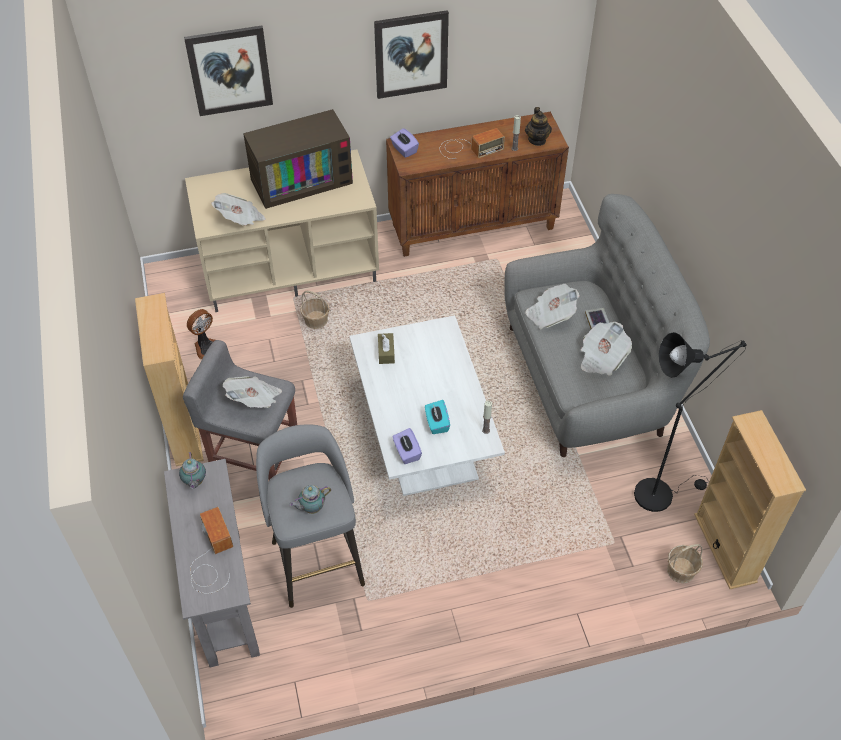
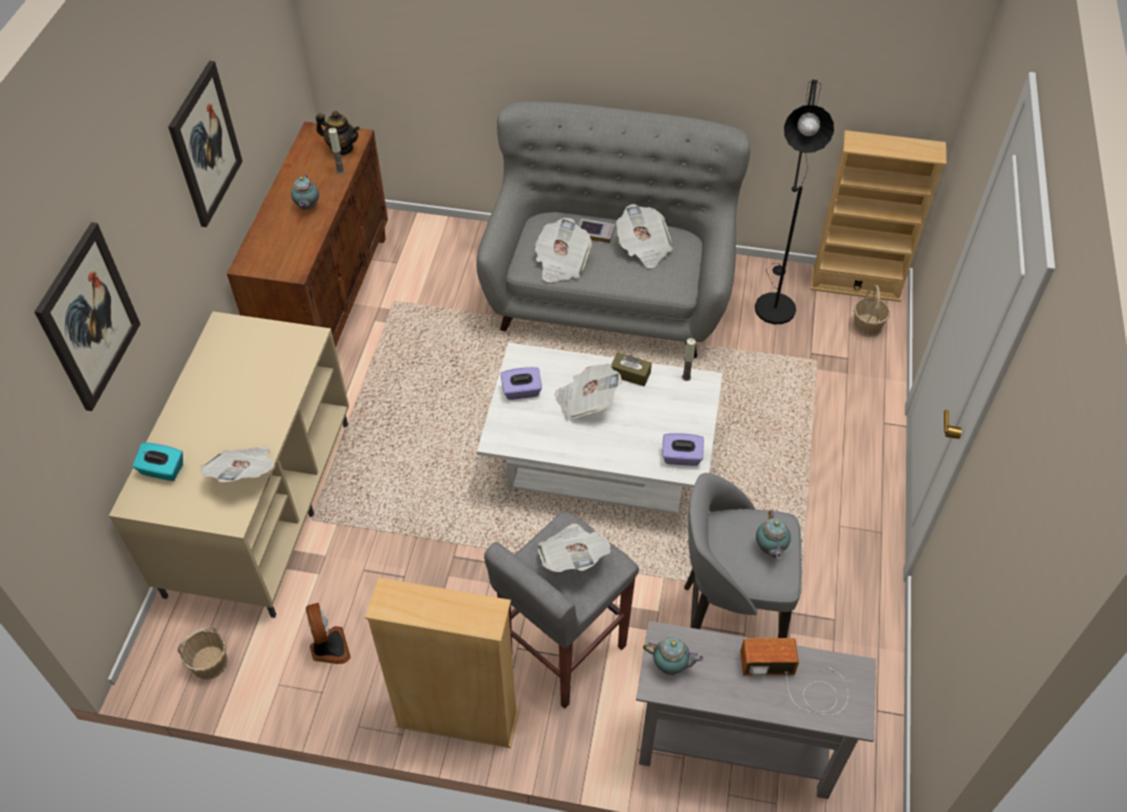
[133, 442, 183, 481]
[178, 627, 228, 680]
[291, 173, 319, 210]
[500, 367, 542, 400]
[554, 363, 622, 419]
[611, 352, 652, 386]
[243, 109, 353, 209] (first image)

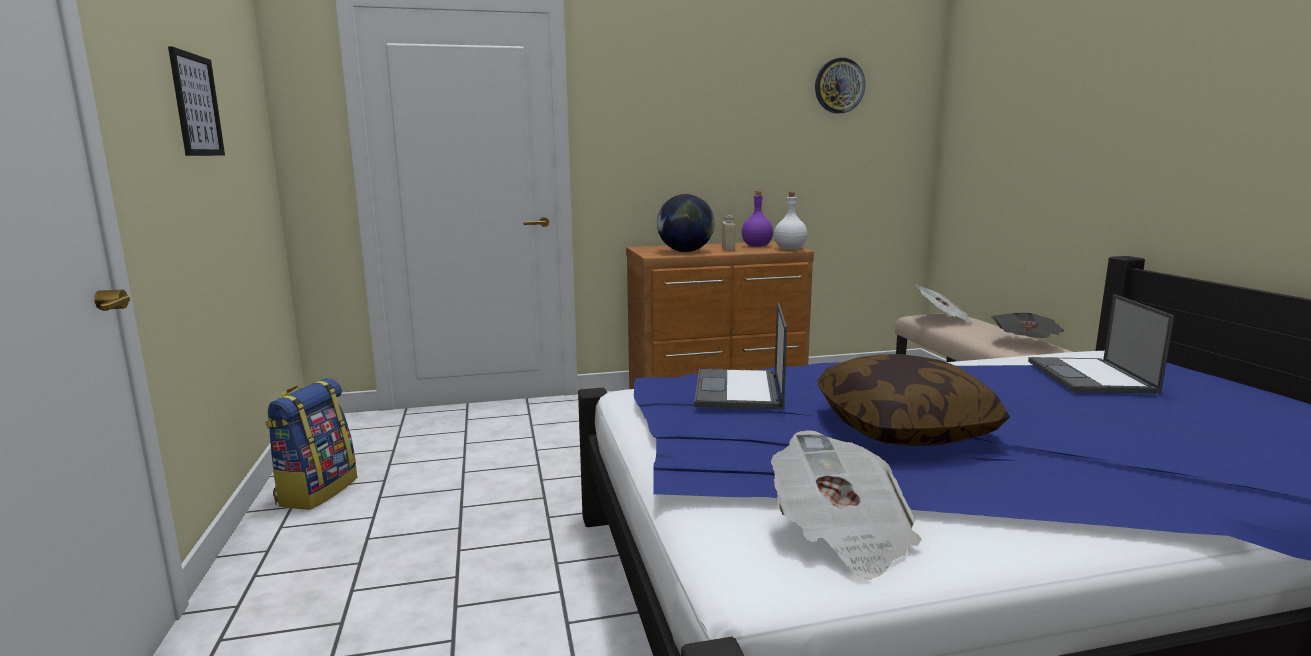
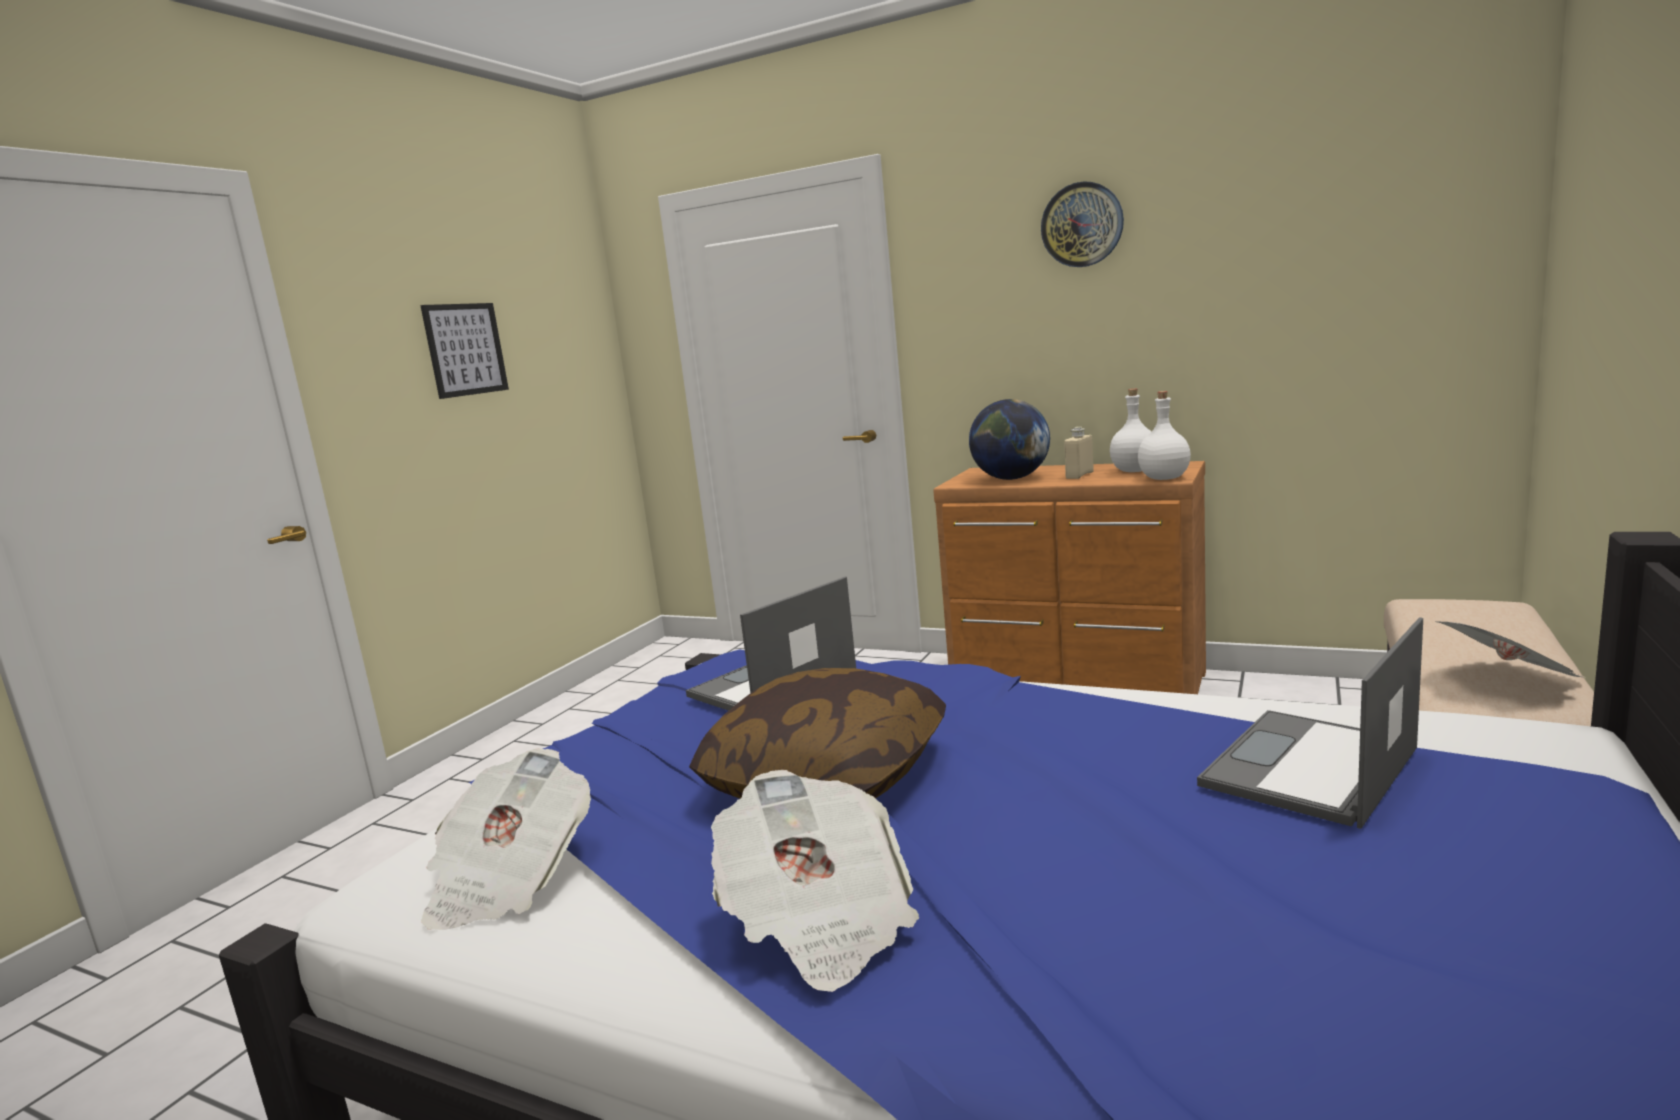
[711, 770, 919, 992]
[1041, 181, 1124, 267]
[1110, 389, 1152, 472]
[265, 378, 357, 510] (first image)

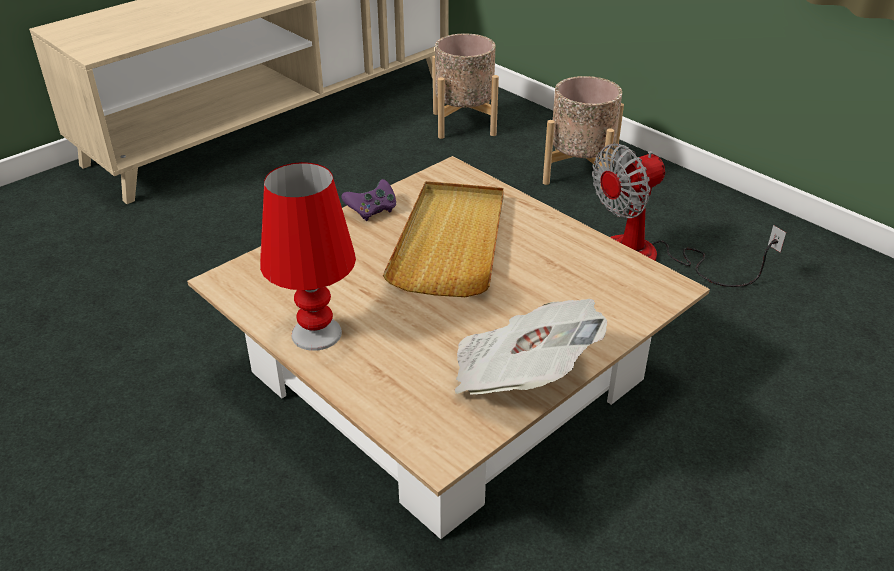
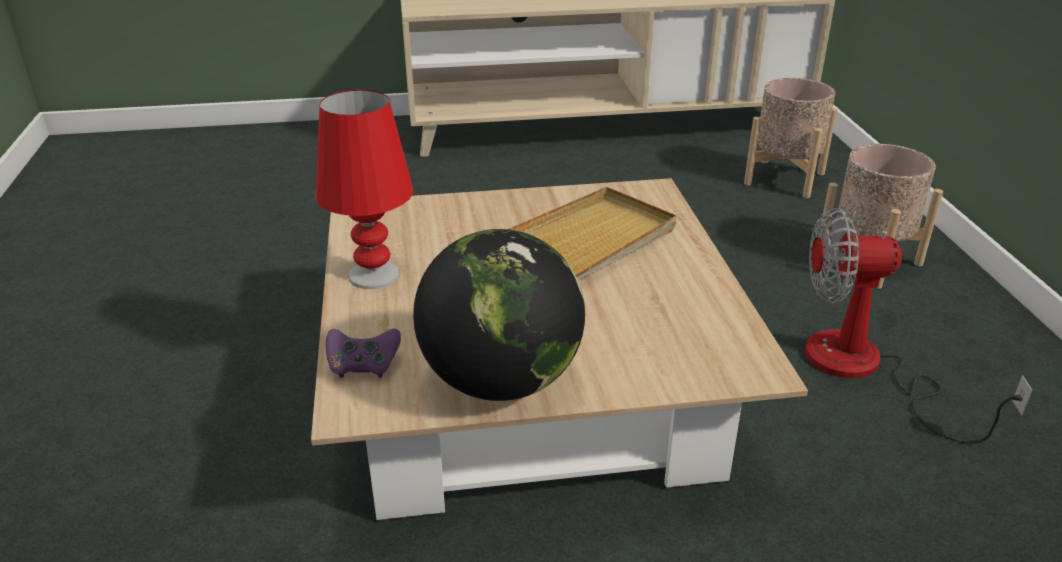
[326, 328, 401, 378]
[413, 229, 585, 401]

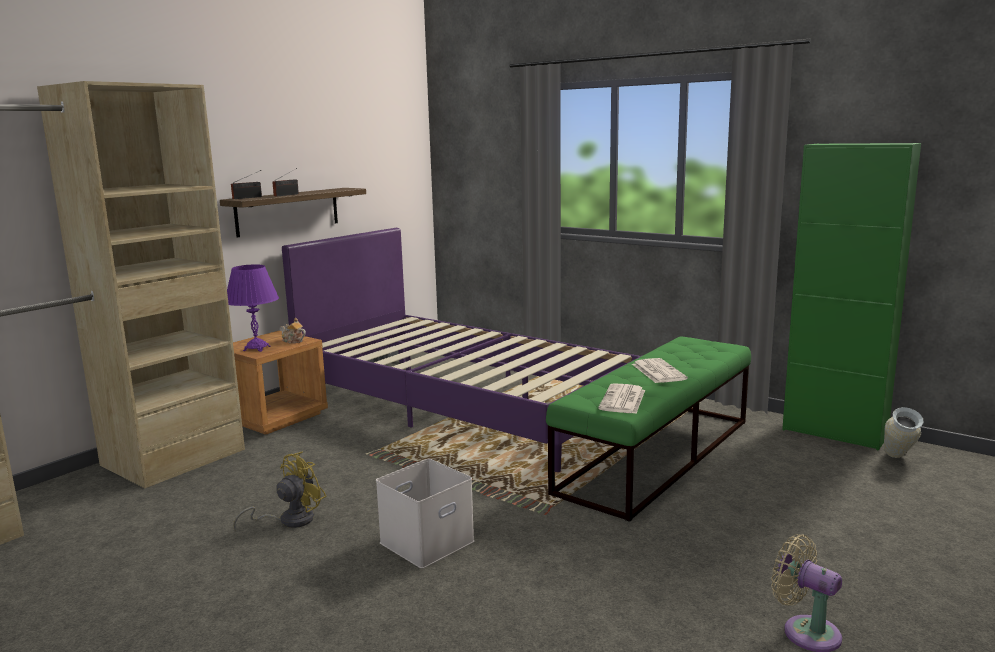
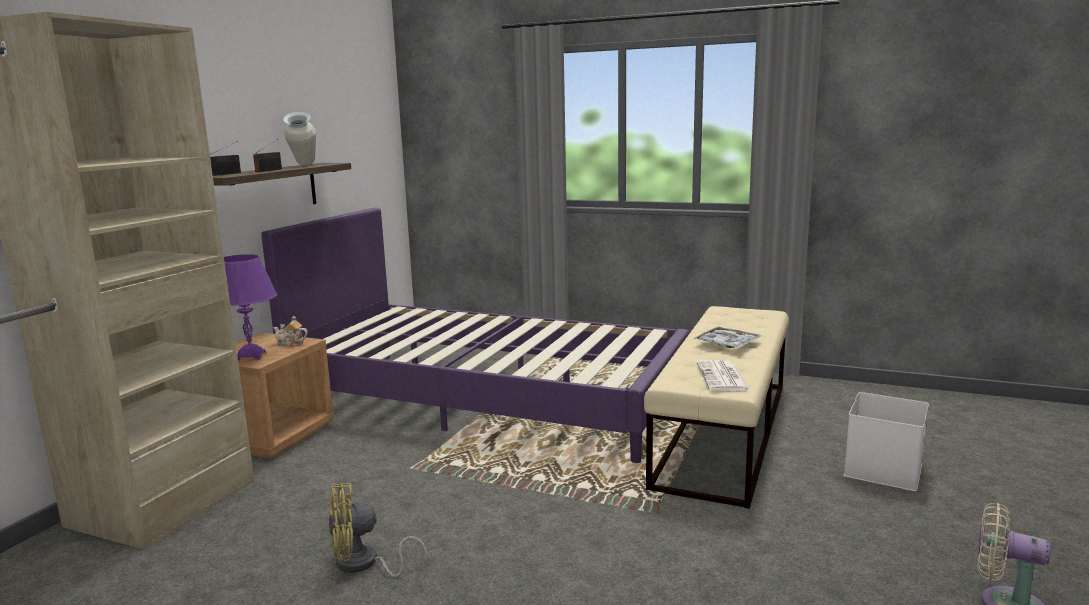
[283, 112, 316, 166]
[328, 483, 428, 578]
[644, 306, 789, 509]
[694, 327, 761, 348]
[844, 392, 929, 491]
[782, 143, 921, 451] (first image)

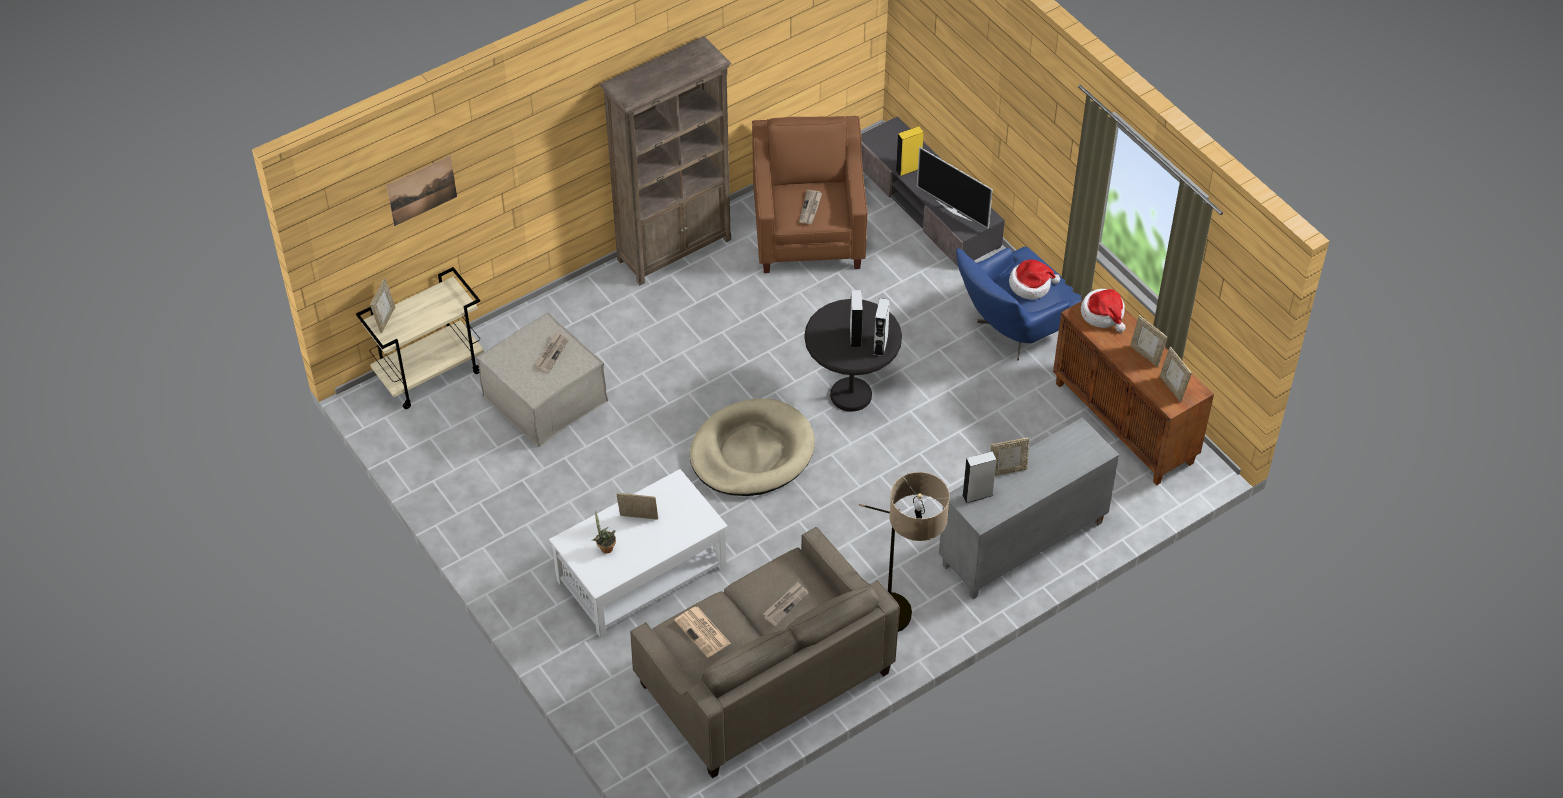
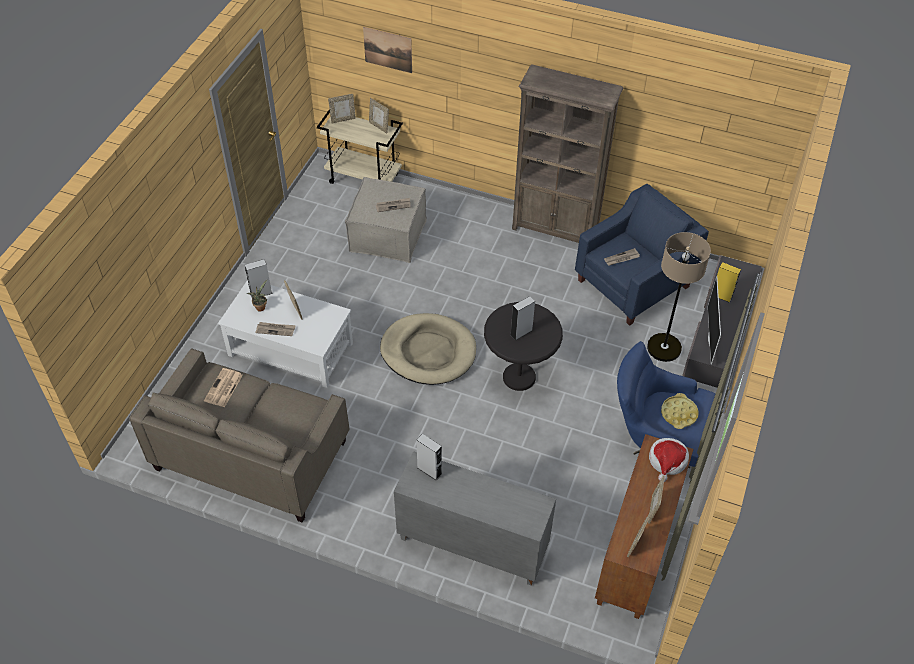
[245, 259, 273, 299]
[255, 322, 296, 336]
[369, 98, 389, 134]
[575, 184, 709, 326]
[647, 232, 711, 362]
[661, 393, 699, 429]

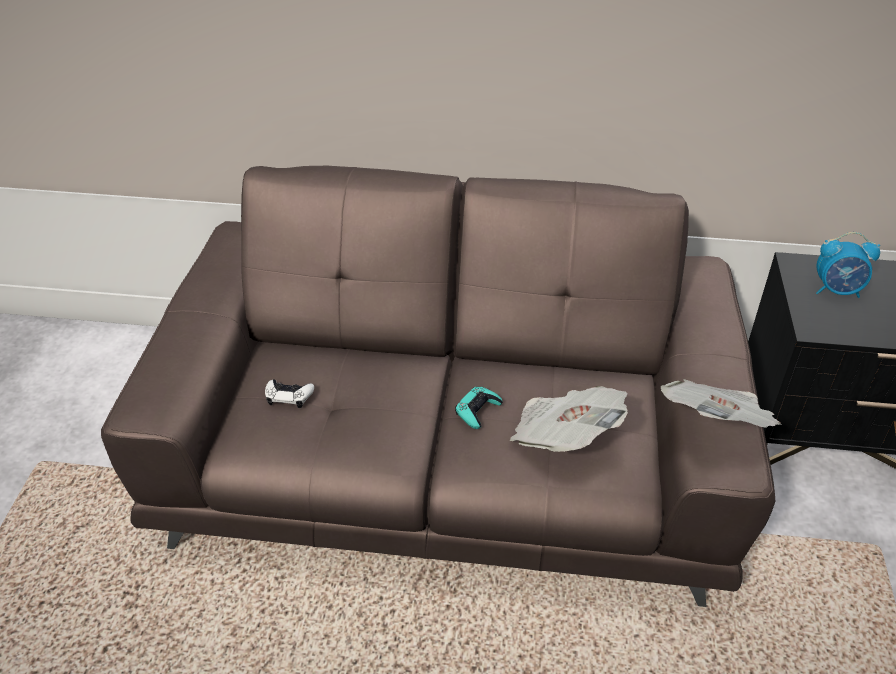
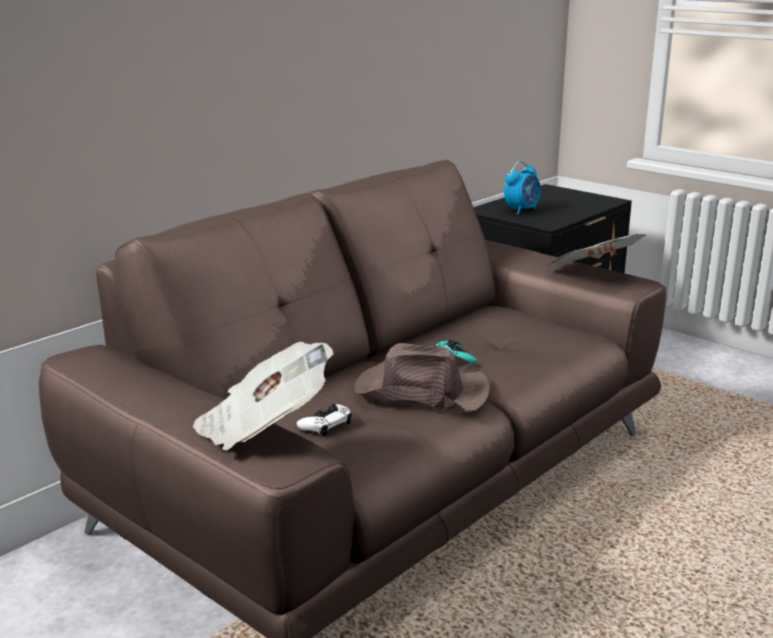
[193, 342, 334, 451]
[354, 343, 490, 412]

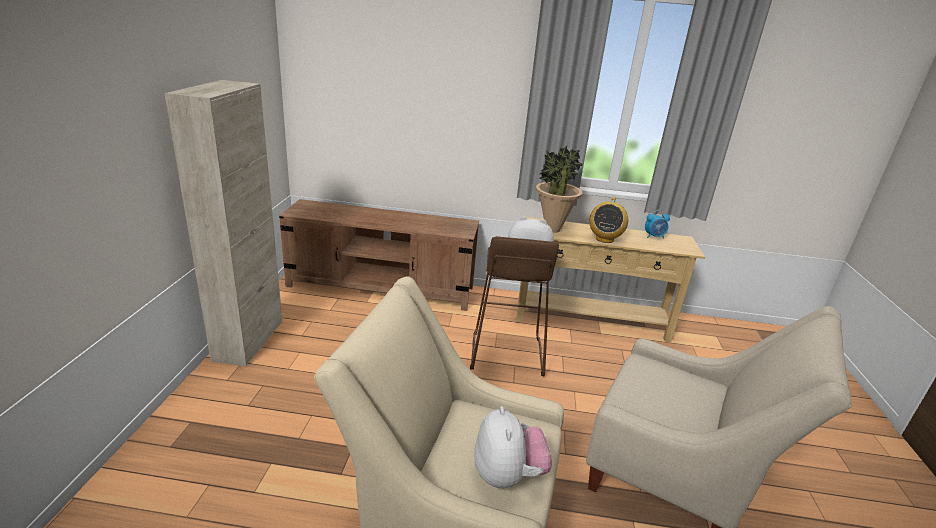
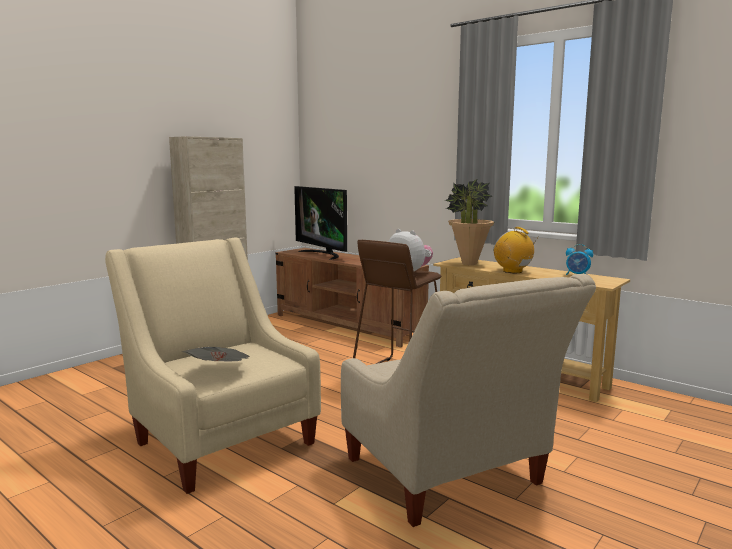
[182, 347, 250, 361]
[294, 186, 347, 260]
[493, 227, 539, 273]

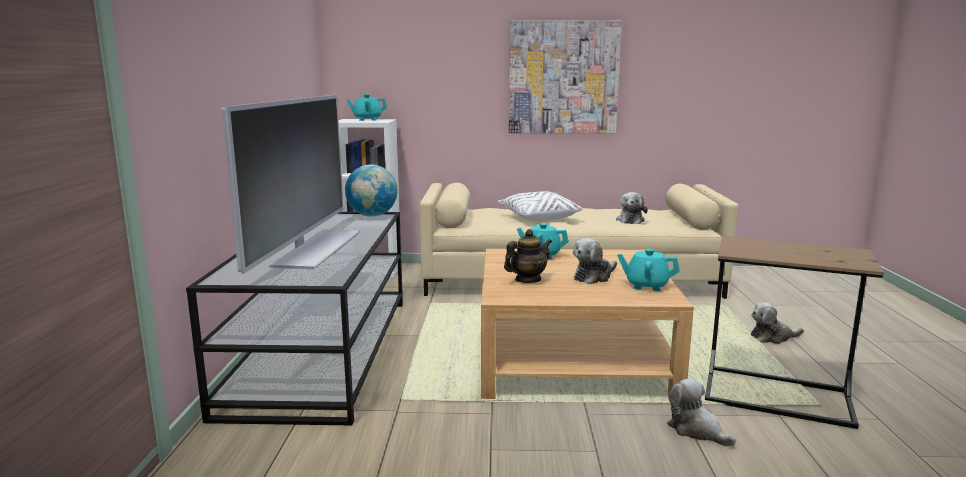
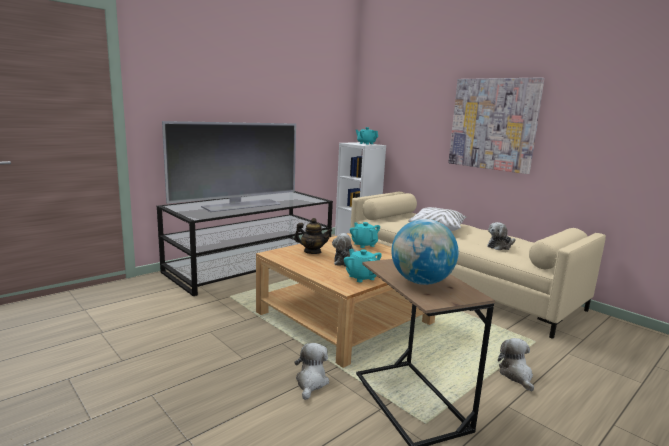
[392, 219, 459, 285]
[498, 338, 534, 392]

